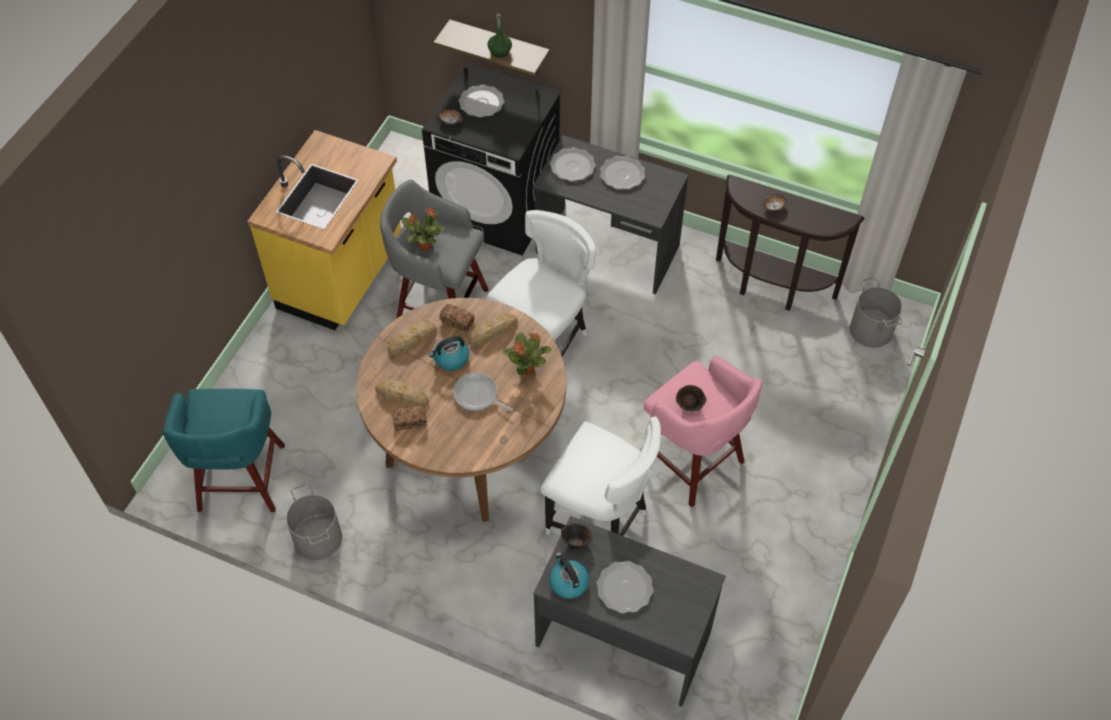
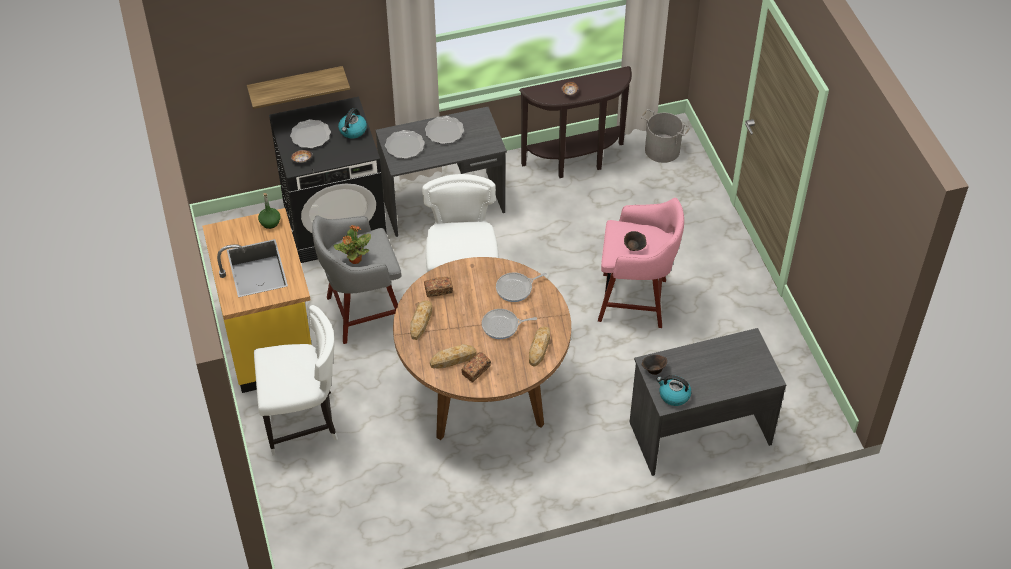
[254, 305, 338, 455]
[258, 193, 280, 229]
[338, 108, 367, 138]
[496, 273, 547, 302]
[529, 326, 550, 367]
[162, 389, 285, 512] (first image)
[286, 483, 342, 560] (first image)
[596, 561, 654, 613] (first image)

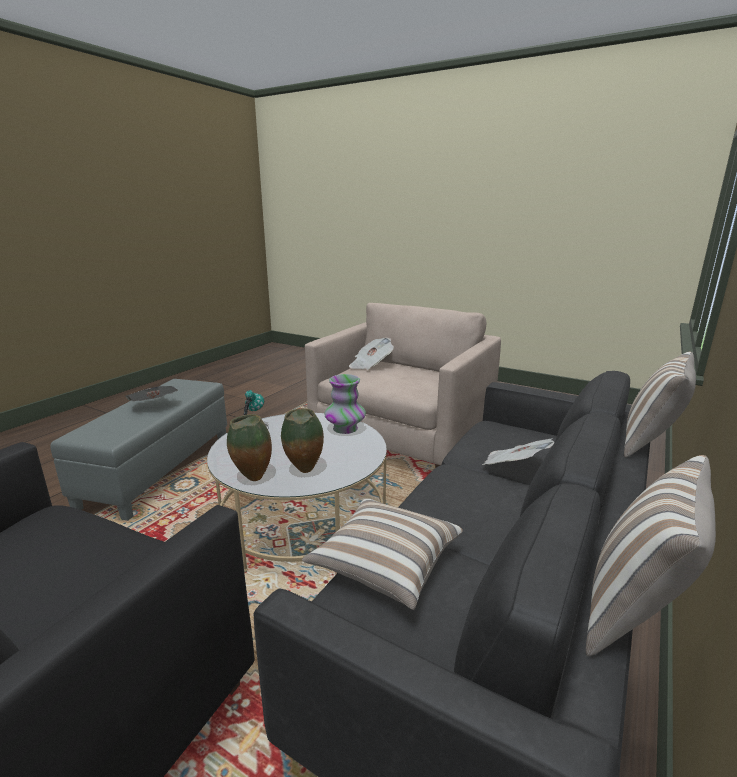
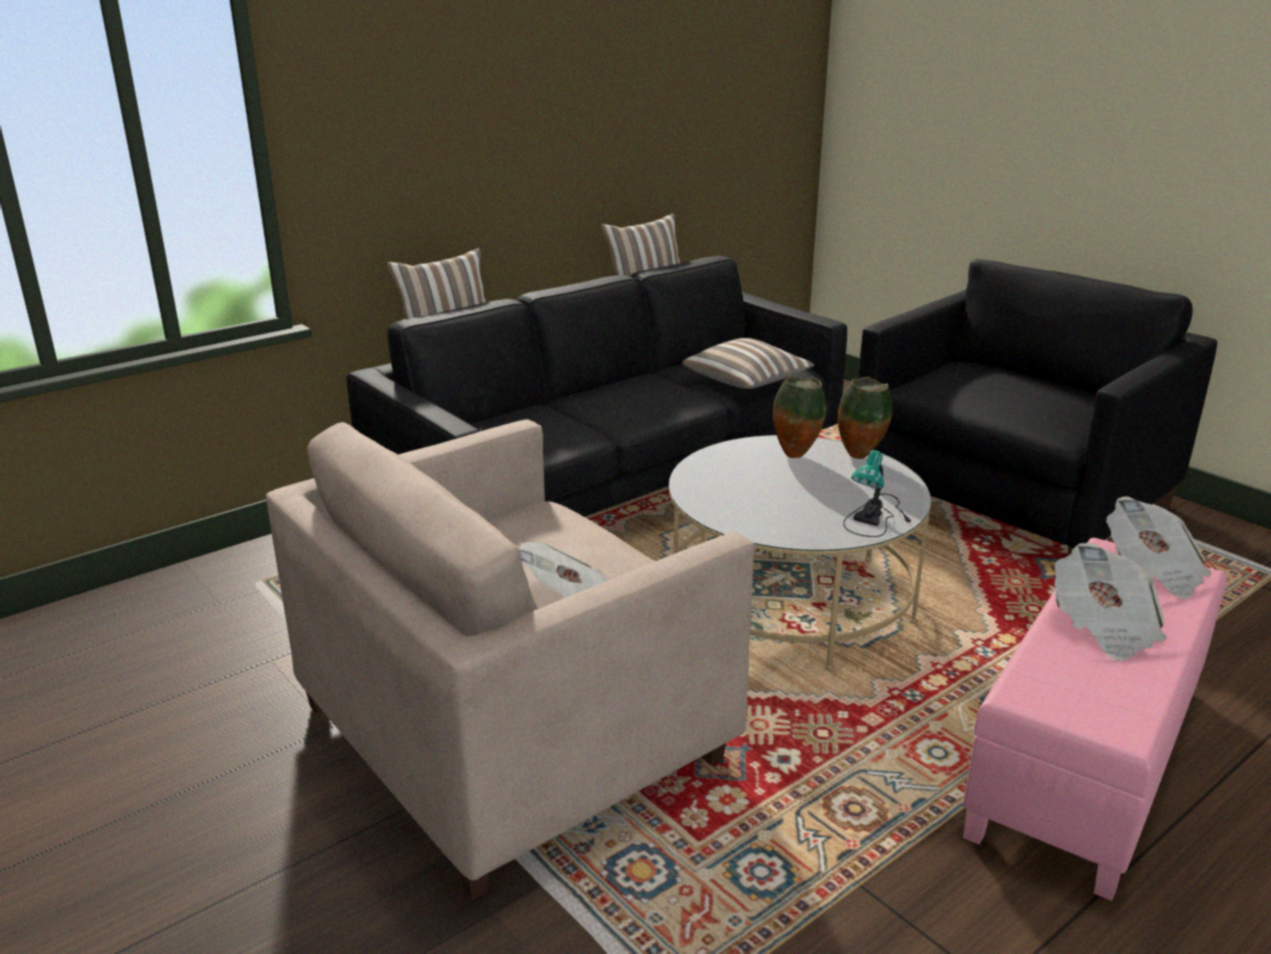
[963, 538, 1227, 901]
[1106, 497, 1211, 600]
[324, 374, 366, 434] (first image)

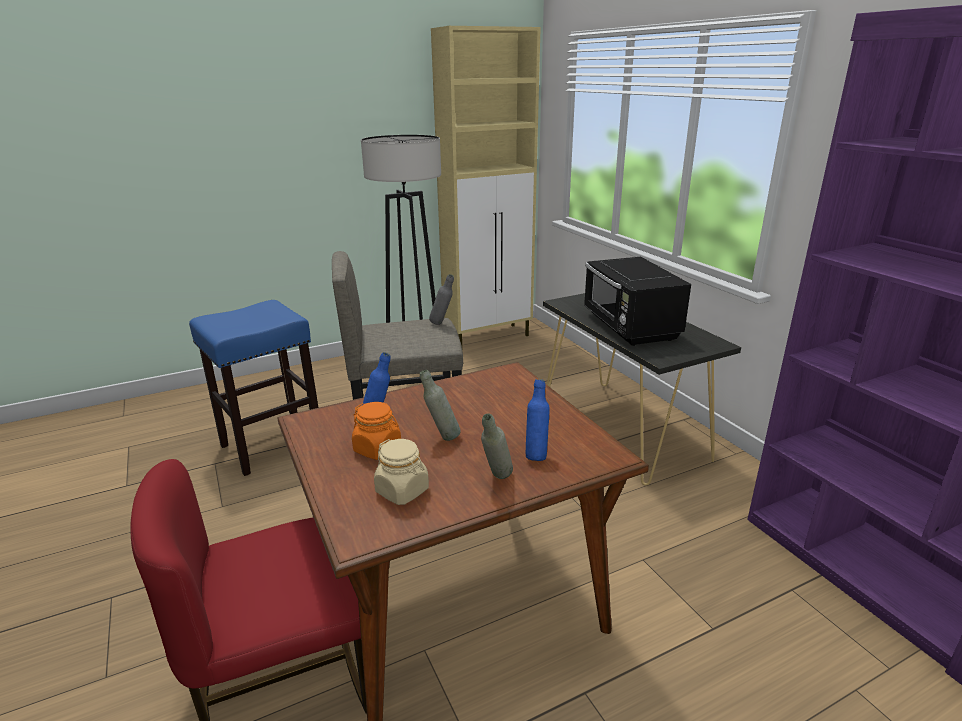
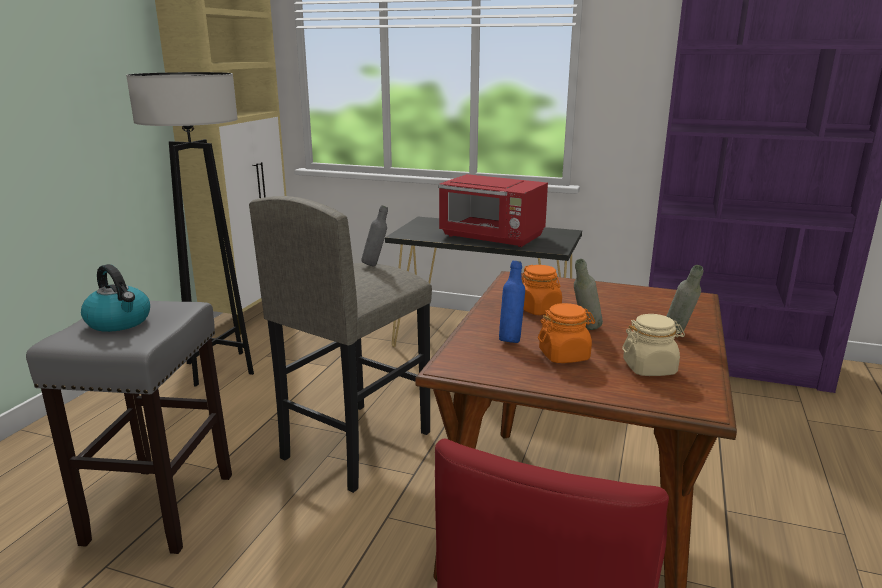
[26, 301, 232, 554]
[81, 264, 150, 332]
[438, 174, 548, 247]
[522, 265, 562, 315]
[526, 379, 550, 461] (first image)

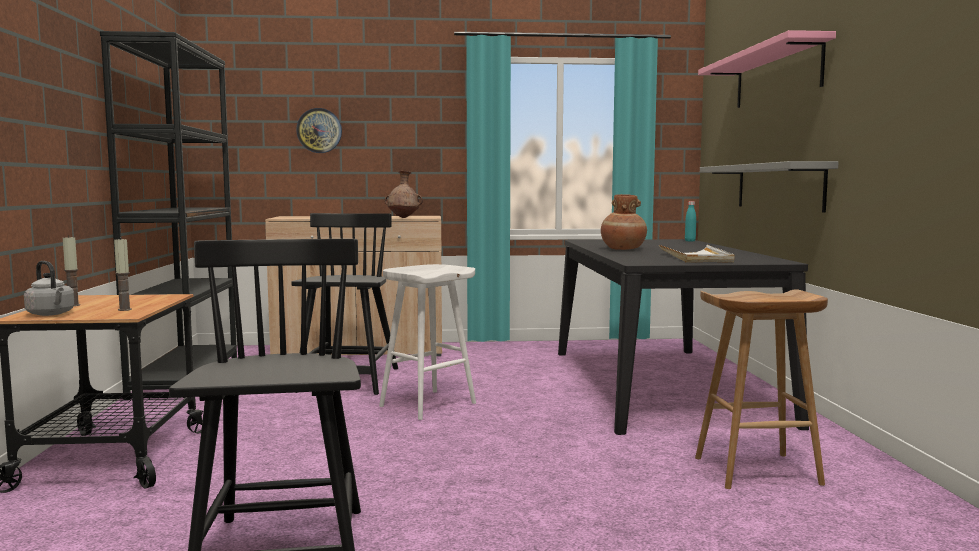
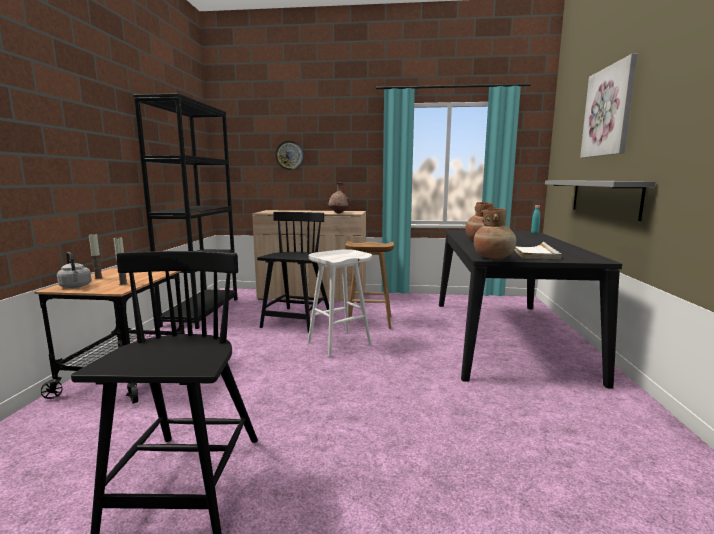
[345, 241, 394, 329]
[474, 208, 517, 259]
[580, 54, 638, 158]

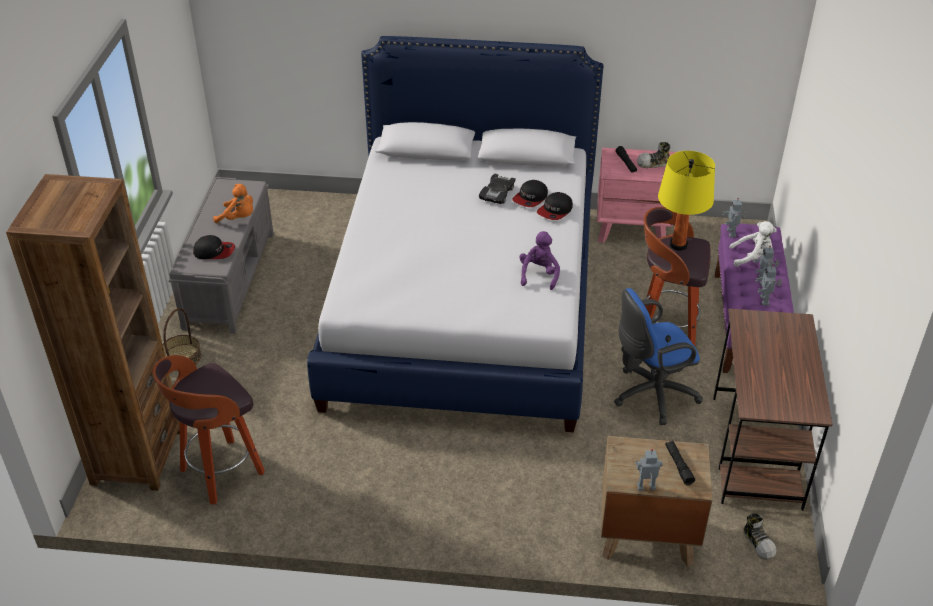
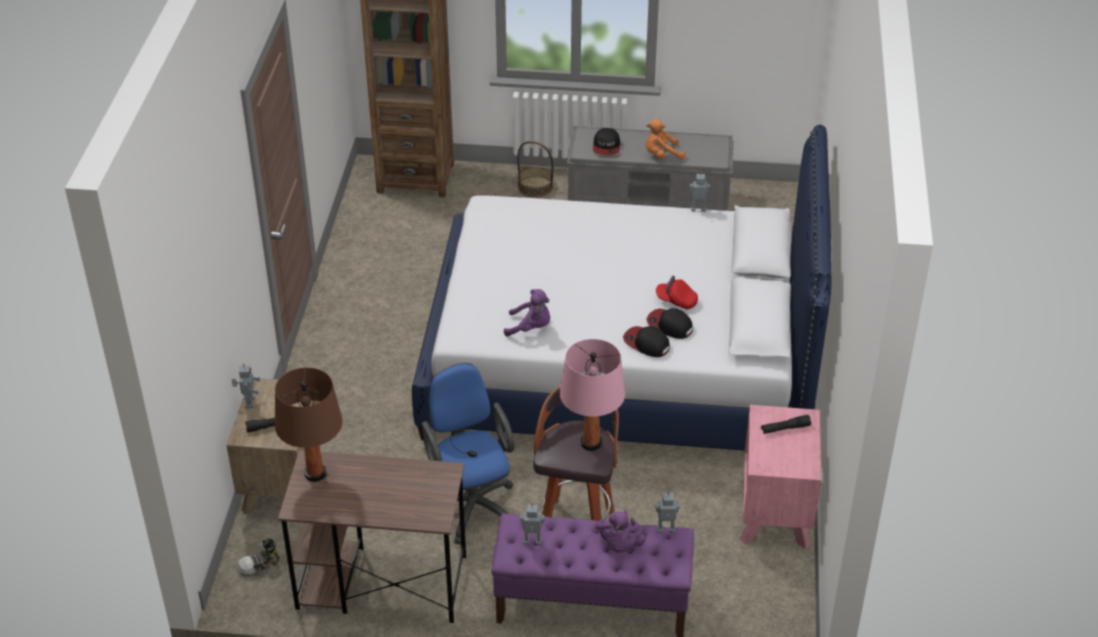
[275, 368, 343, 482]
[560, 339, 625, 451]
[595, 511, 646, 552]
[646, 119, 685, 160]
[656, 276, 698, 309]
[690, 171, 710, 212]
[153, 355, 265, 504] (first image)
[637, 142, 670, 168] (first image)

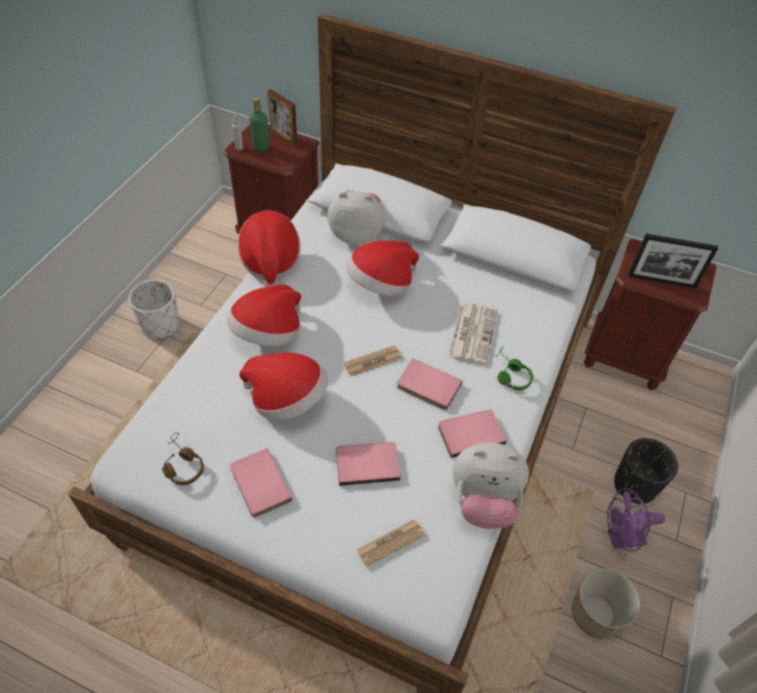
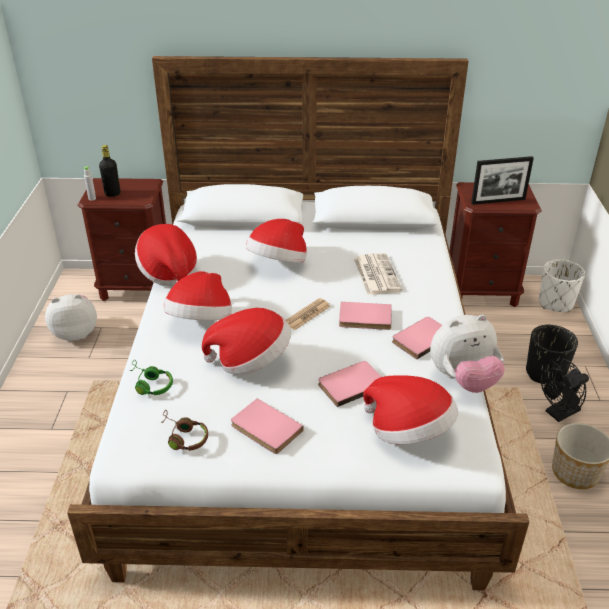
[45, 294, 97, 341]
[99, 145, 120, 197]
[130, 360, 173, 395]
[363, 375, 458, 445]
[539, 259, 585, 312]
[541, 358, 589, 422]
[267, 89, 298, 146] (first image)

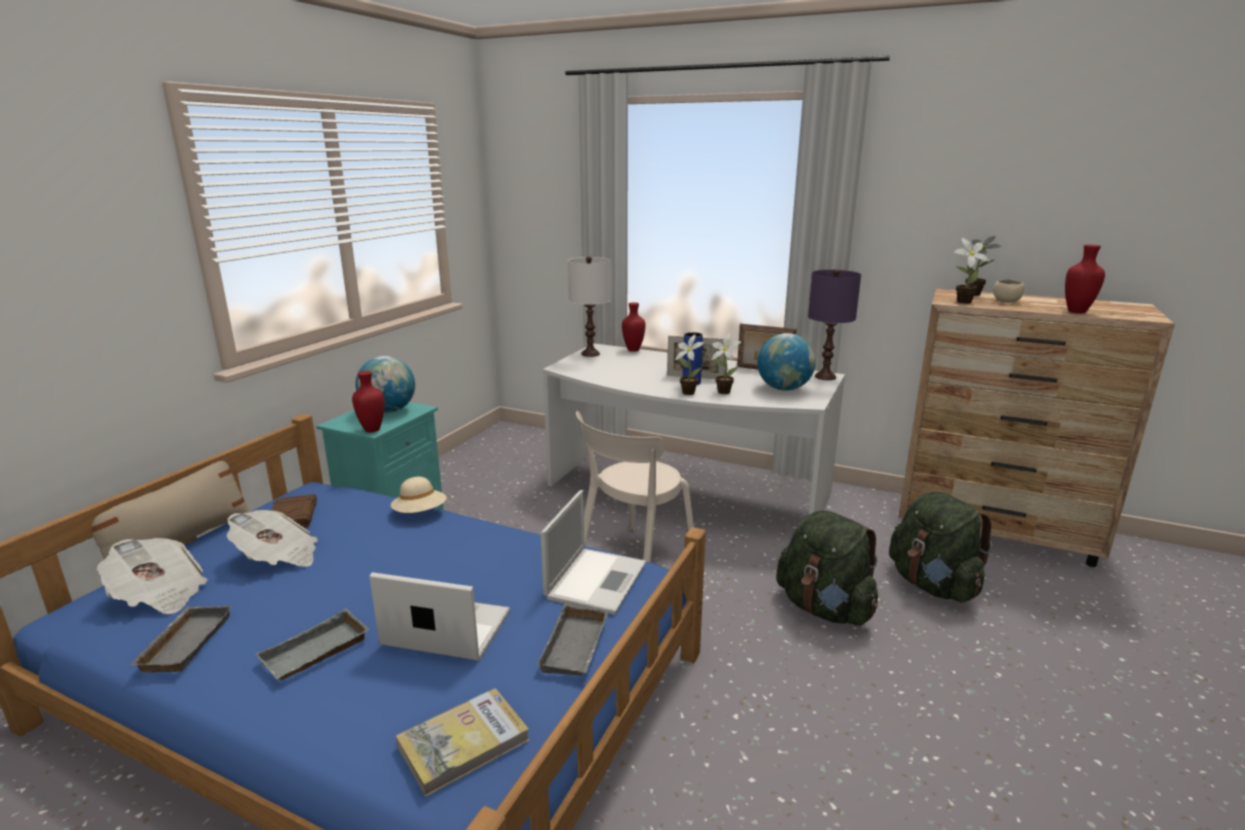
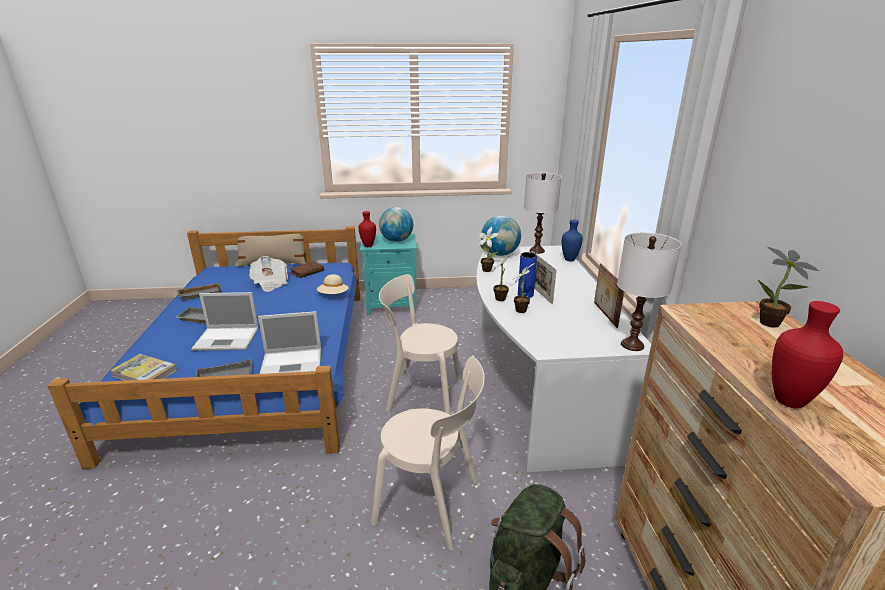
[191, 292, 259, 351]
[371, 357, 485, 550]
[477, 227, 499, 272]
[481, 215, 521, 256]
[562, 220, 583, 261]
[617, 232, 681, 351]
[97, 538, 208, 614] (first image)
[993, 279, 1024, 303] (first image)

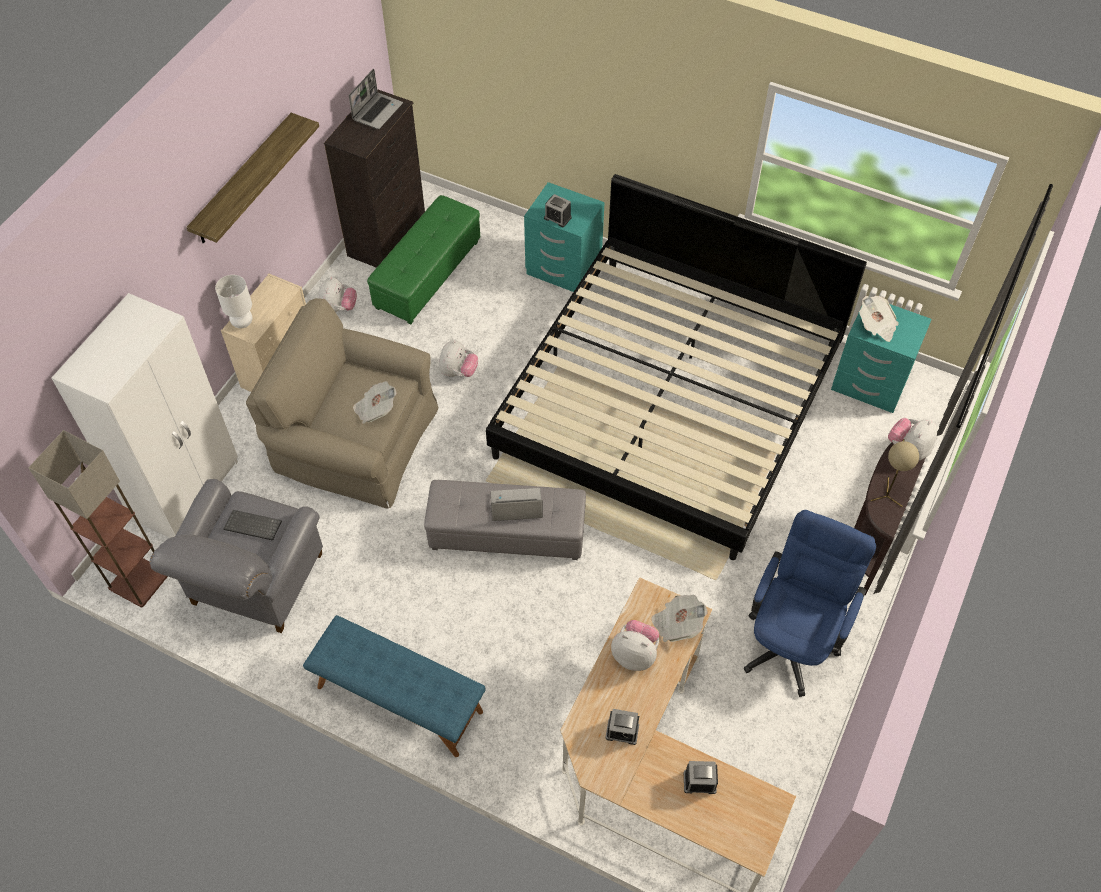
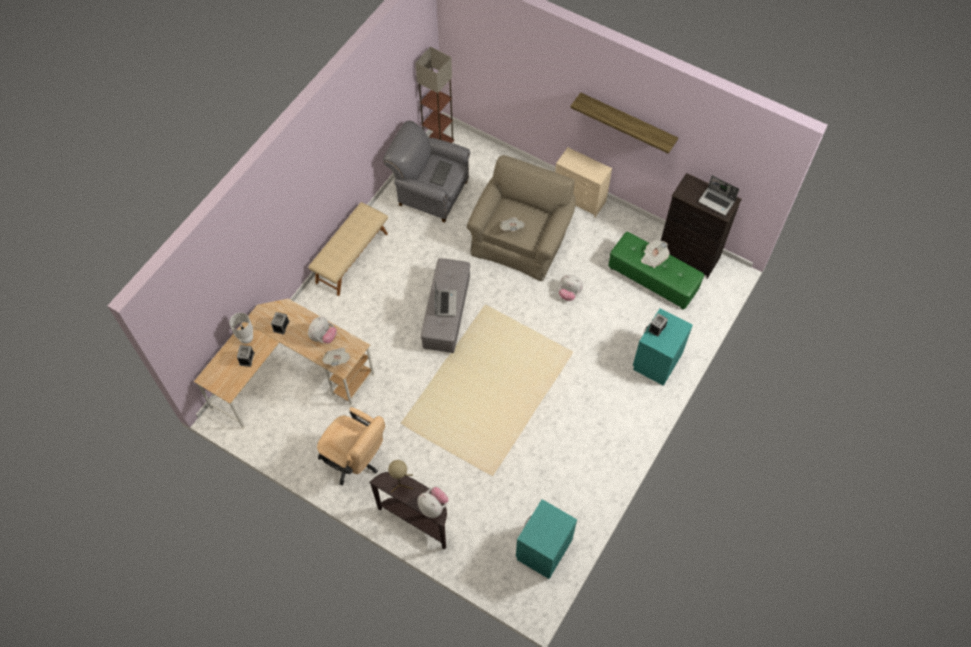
[229, 313, 253, 344]
[308, 202, 388, 296]
[317, 407, 385, 485]
[641, 240, 670, 268]
[52, 293, 238, 538] (first image)
[319, 277, 357, 312] (first image)
[486, 174, 867, 560] (first image)

